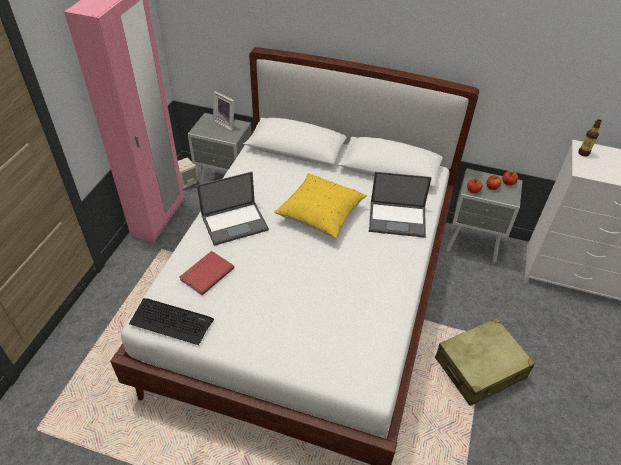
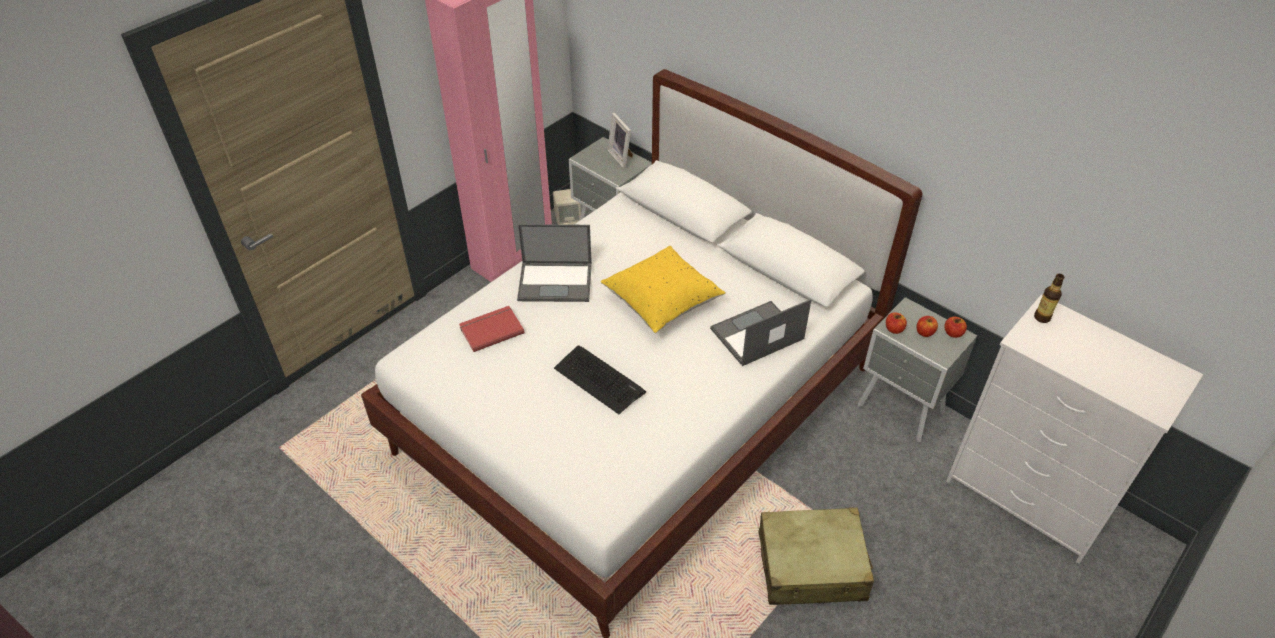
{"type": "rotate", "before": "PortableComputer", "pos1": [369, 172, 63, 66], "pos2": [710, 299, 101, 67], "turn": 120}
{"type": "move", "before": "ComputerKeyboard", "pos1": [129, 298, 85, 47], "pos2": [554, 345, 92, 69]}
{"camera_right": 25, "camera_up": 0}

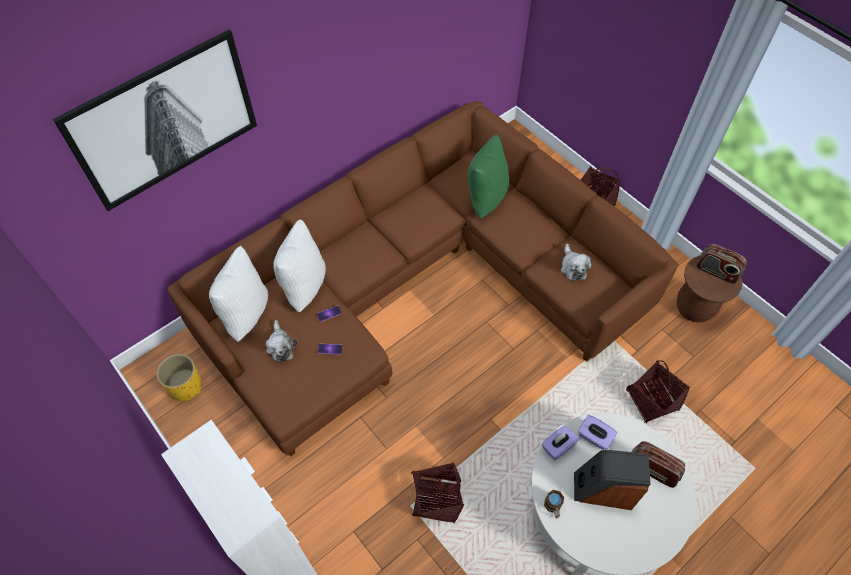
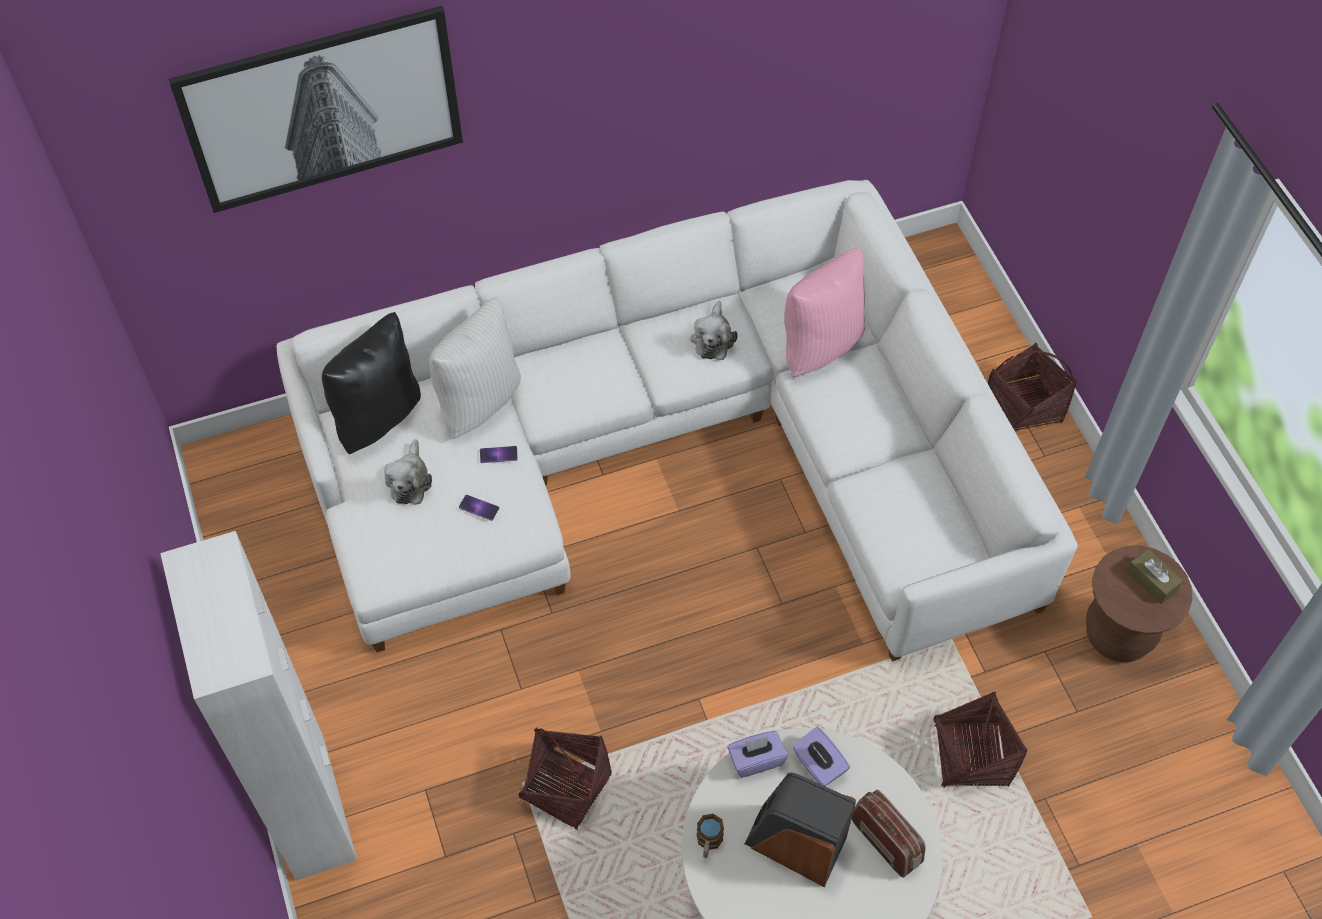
{"type": "recolor", "before": "BrownishSofa", "after": "WhitishSofa", "pos1": [167, 101, 512, 355], "pos2": [276, 180, 802, 482]}
{"type": "recolor", "before": "GreenColouredCushion", "after": "PinkCushion", "pos1": [468, 134, 41, 85], "pos2": [784, 247, 81, 130]}
{"type": "move", "before": "SoftToy", "pos1": [561, 243, 31, 38], "pos2": [690, 301, 48, 59]}
{"type": "replace", "before": "RadioReceiver", "after": "BrownishBoxOfTissues", "pos1": [696, 244, 51, 40], "pos2": [1126, 549, 57, 55]}
{"type": "recolor", "before": "WhitishCushion", "after": "BlackColouredCushion", "pos1": [209, 246, 59, 96], "pos2": [322, 312, 99, 142]}
{"type": "delete", "before": "YellowColouredPlantPot", "pos1": [156, 354, 46, 47]}
{"camera_right": 20, "camera_up": 0}

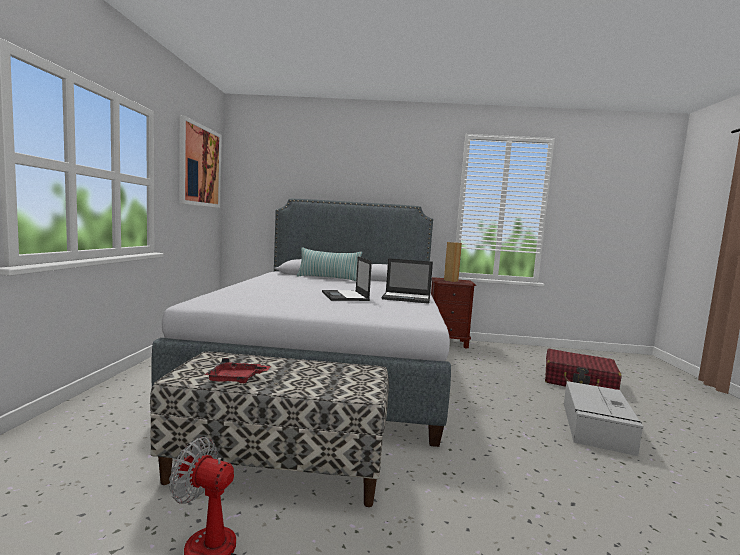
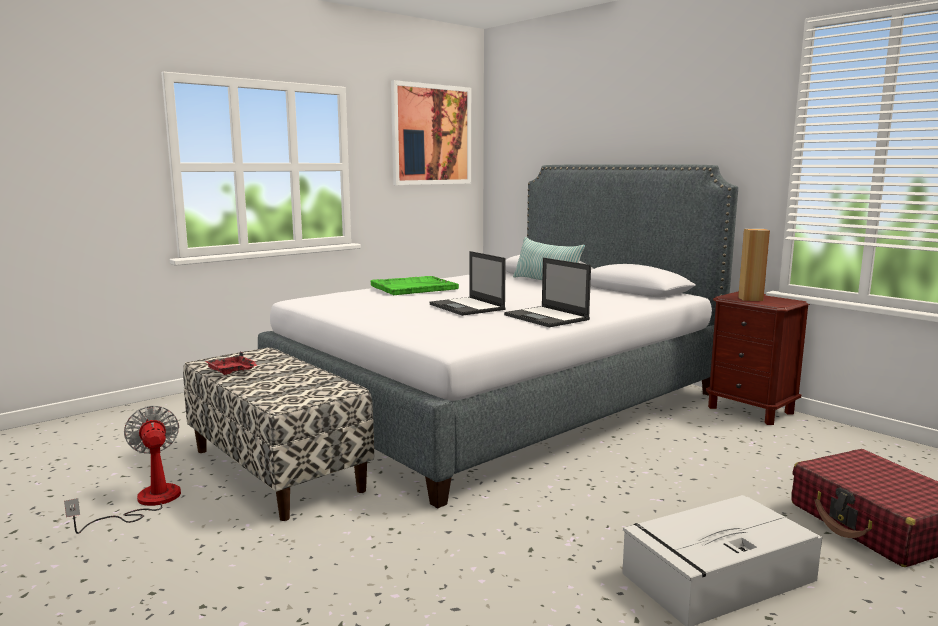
{"type": "rotate", "before": "PortableComputer", "pos1": [322, 256, 50, 45], "pos2": [430, 251, 76, 65], "turn": -60}
{"type": "insert", "after": "GreenColouredTray", "pos2": [371, 276, 88, 19]}
{"camera_right": 45, "camera_up": 5}

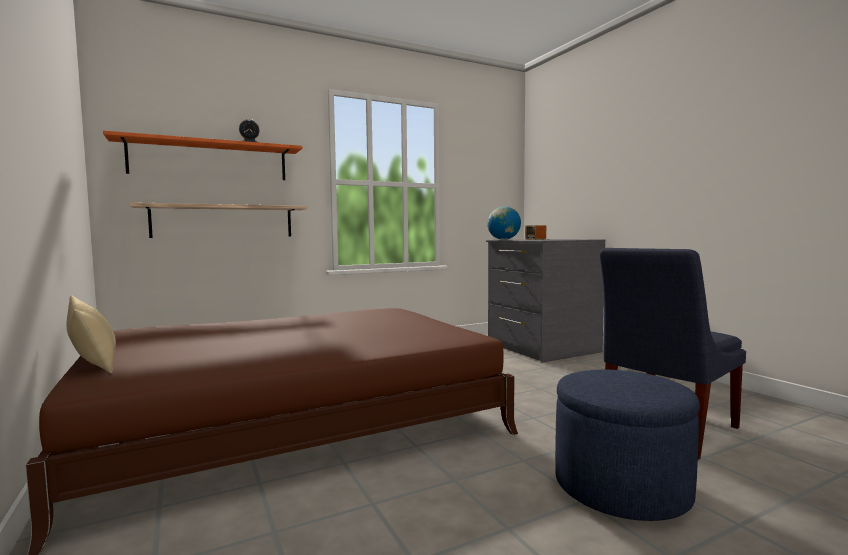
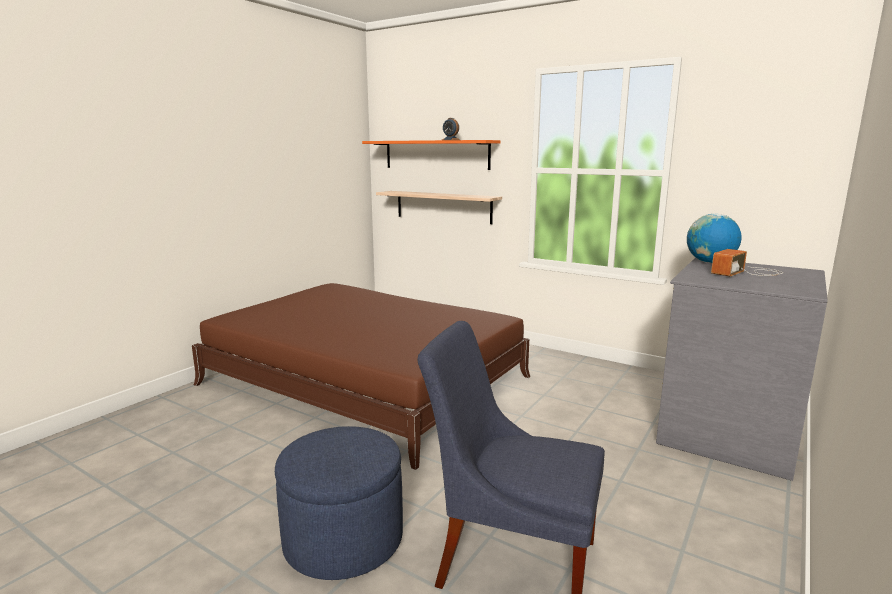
{"type": "delete", "before": "BeigeColouredCushion", "pos1": [66, 295, 50, 78]}
{"camera_right": 60, "camera_up": 10}

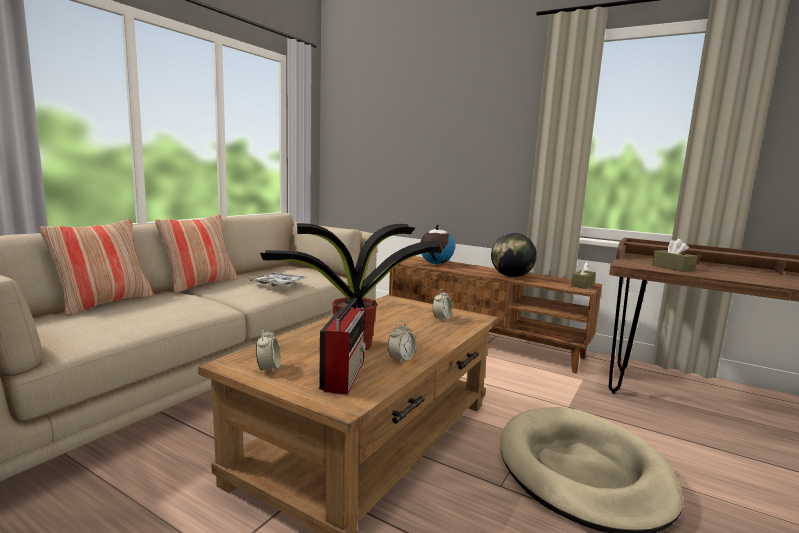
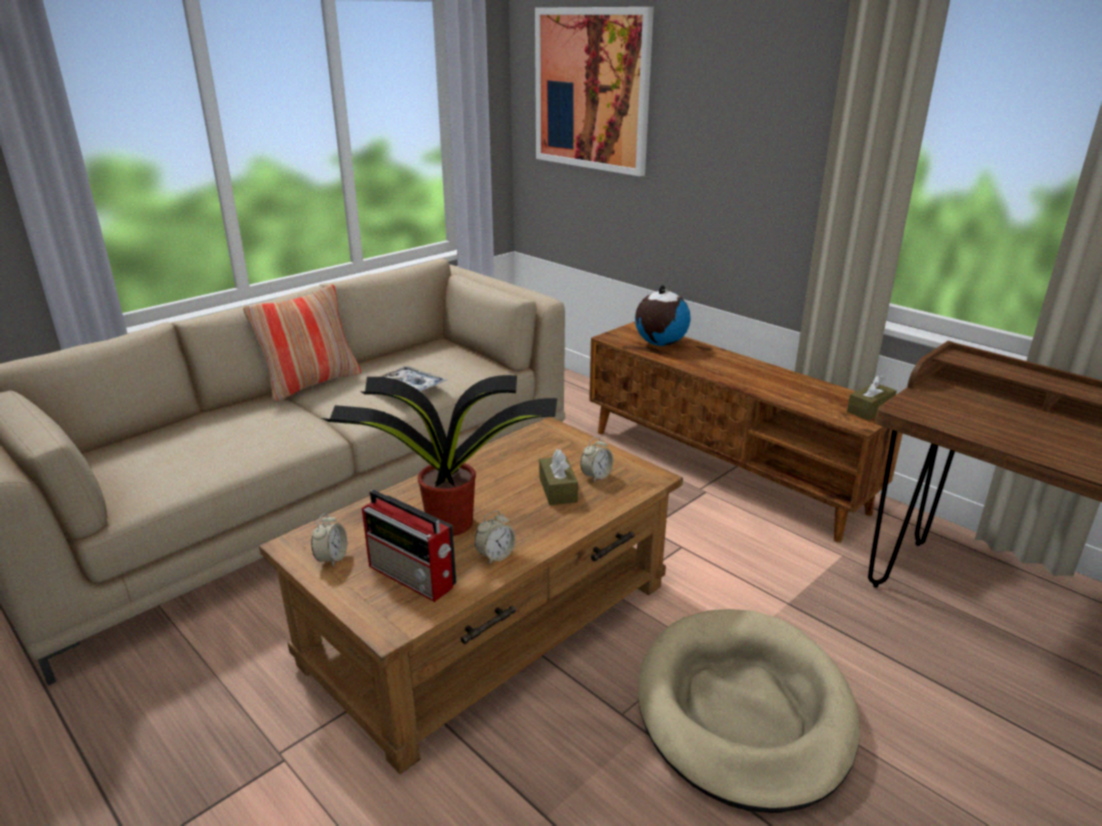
{"type": "delete", "before": "Cushion", "pos1": [40, 219, 113, 97]}
{"type": "delete", "before": "Globe", "pos1": [491, 233, 46, 44]}
{"type": "move", "before": "BrownishBoxOfTissues", "pos1": [652, 239, 46, 33], "pos2": [539, 449, 39, 56]}
{"type": "rotate", "before": "RadioReceiver", "pos1": [319, 298, 47, 96], "pos2": [362, 490, 94, 112], "turn": 105}
{"type": "insert", "after": "Picture", "pos2": [535, 7, 119, 169]}
{"camera_right": 15, "camera_up": 15}

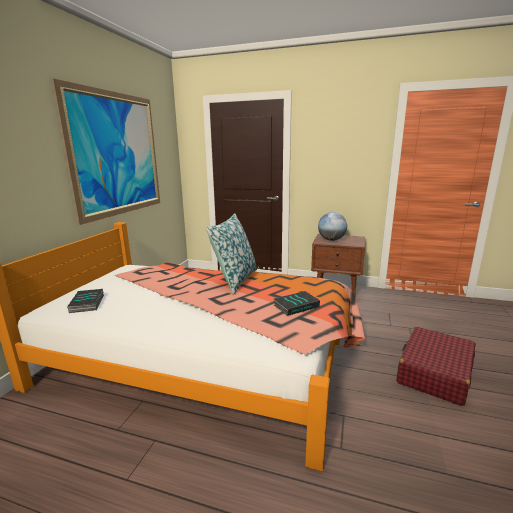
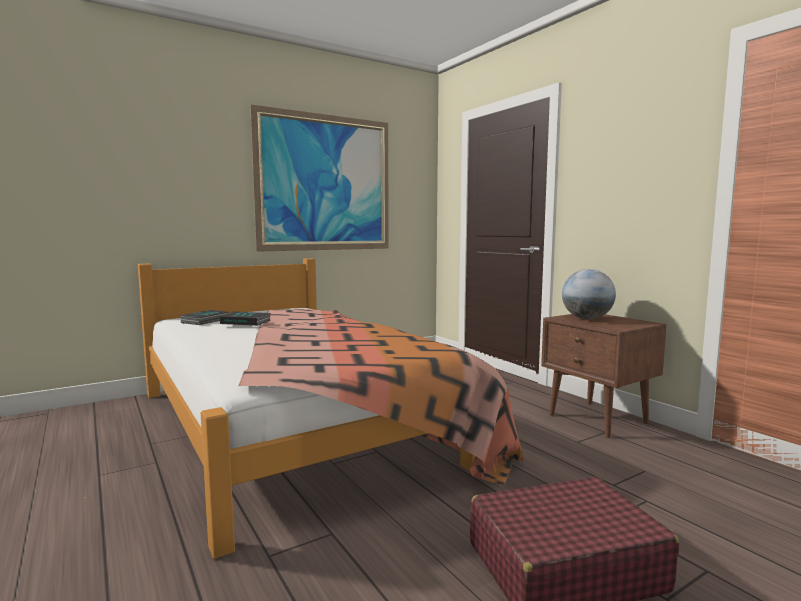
{"type": "delete", "before": "Cushion", "pos1": [206, 214, 51, 81]}
{"type": "move", "before": "Volume", "pos1": [274, 291, 46, 25], "pos2": [220, 312, 51, 14]}
{"camera_right": 40, "camera_up": -10}

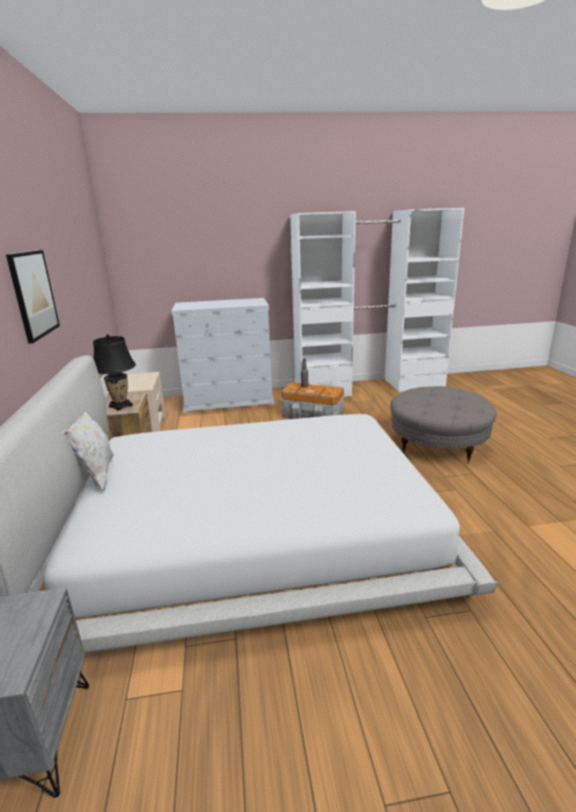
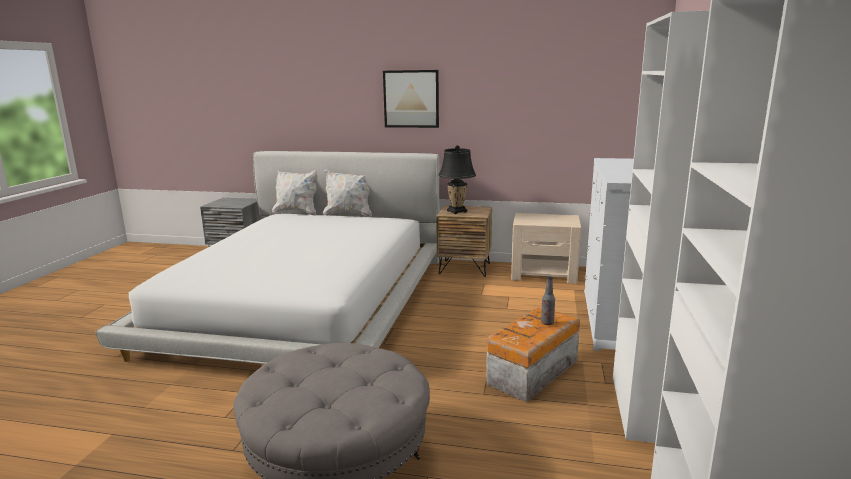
{"type": "insert", "after": "WhitishCushion", "pos2": [272, 170, 45, 46]}
{"camera_right": 110, "camera_up": -5}

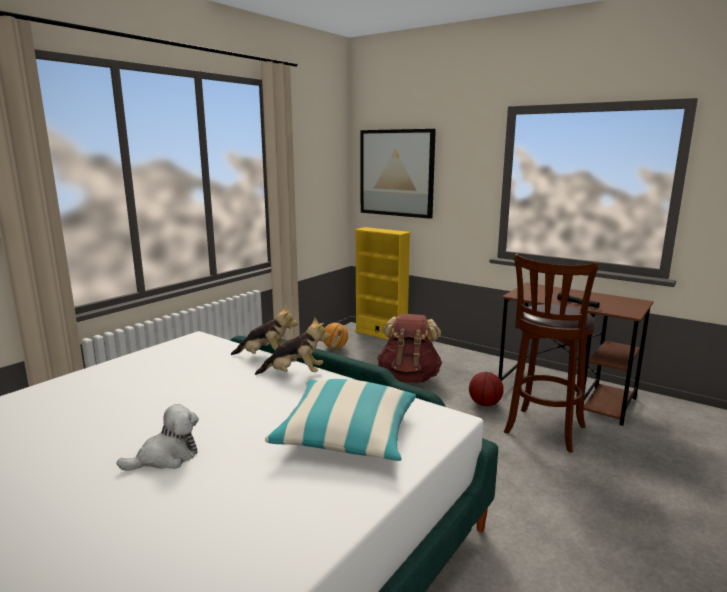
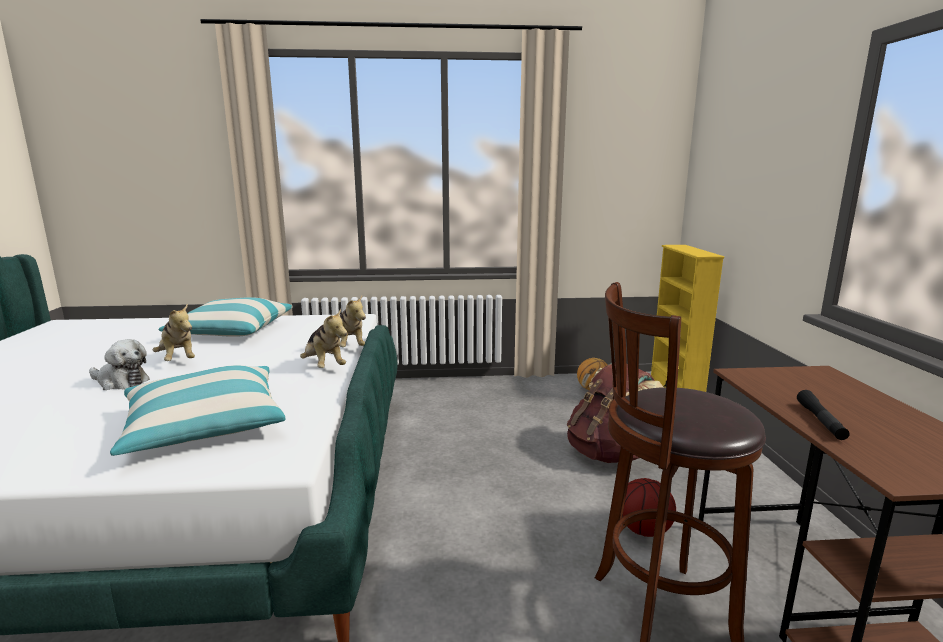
{"type": "delete", "before": "Picture", "pos1": [361, 129, 75, 90]}
{"type": "insert", "after": "Cushion", "pos2": [159, 297, 134, 40]}
{"type": "insert", "after": "SoftToy", "pos2": [153, 304, 42, 57]}
{"camera_right": 50, "camera_up": 0}

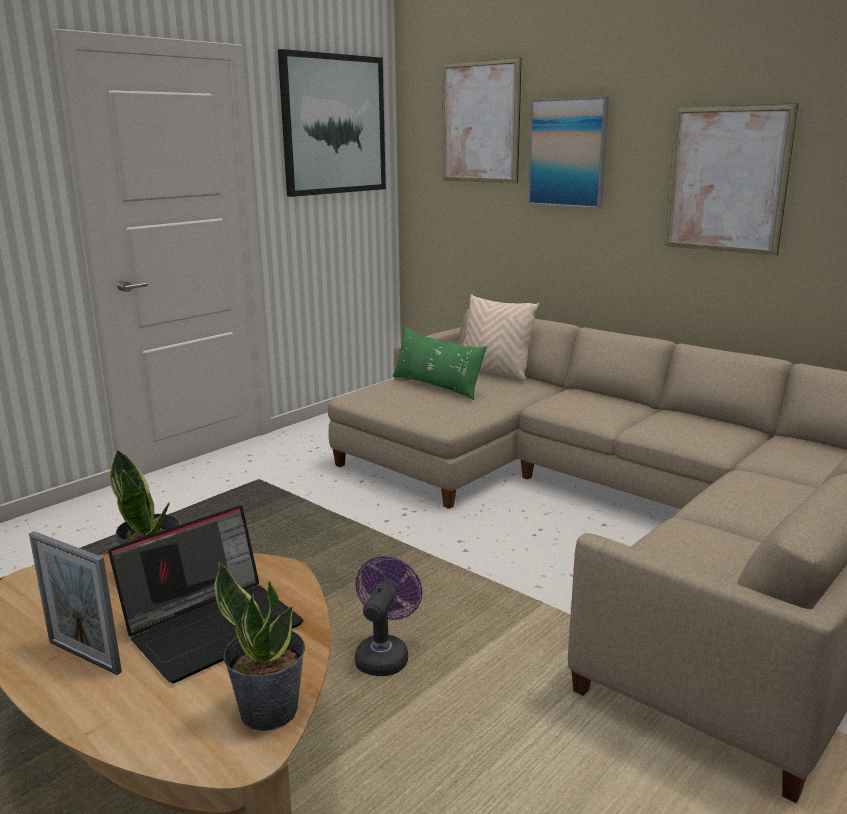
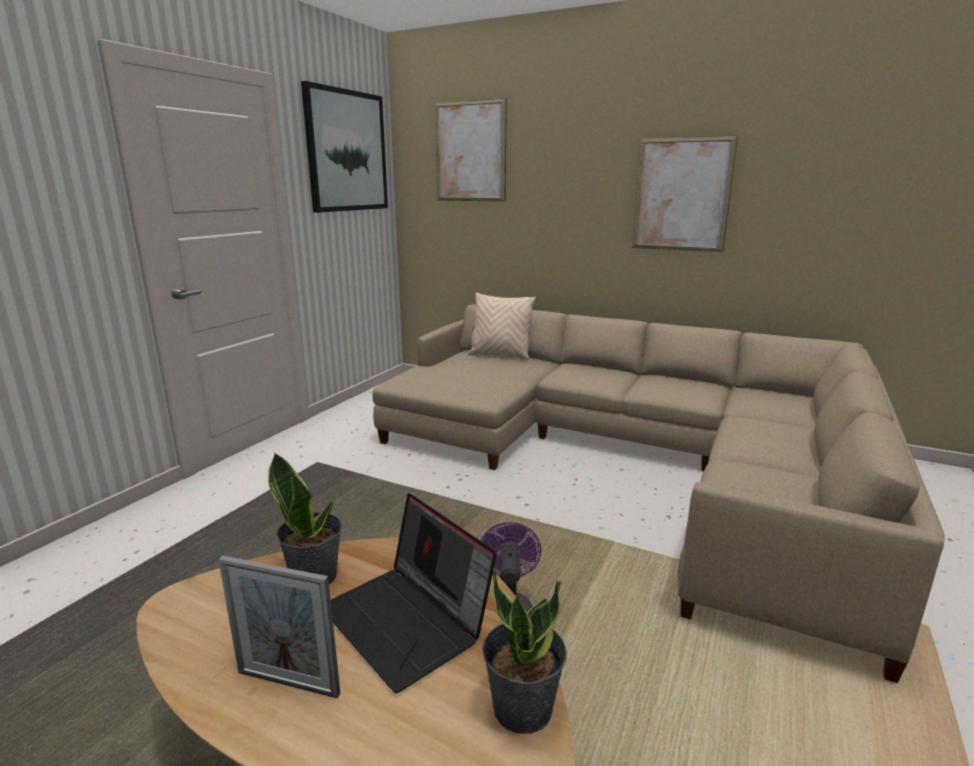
{"type": "delete", "before": "Picture", "pos1": [528, 96, 81, 113]}
{"type": "delete", "before": "GreenColouredCushion", "pos1": [392, 327, 95, 73]}
{"type": "rotate", "before": "PortableComputer", "pos1": [108, 505, 196, 178], "pos2": [331, 493, 166, 200], "turn": 105}
{"camera_right": -15, "camera_up": 0}

